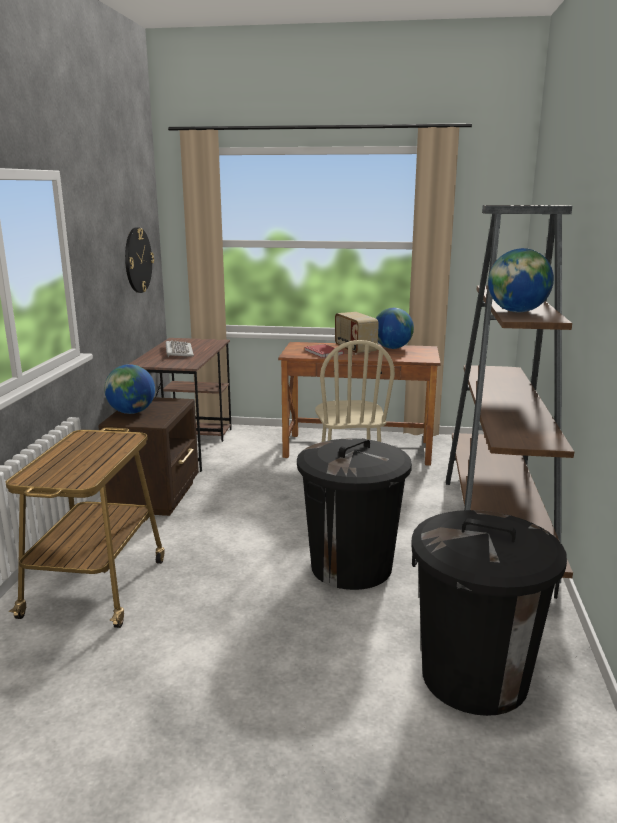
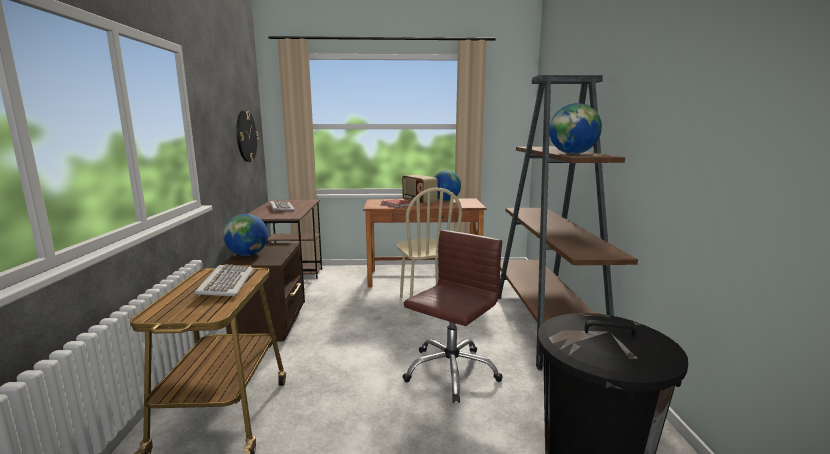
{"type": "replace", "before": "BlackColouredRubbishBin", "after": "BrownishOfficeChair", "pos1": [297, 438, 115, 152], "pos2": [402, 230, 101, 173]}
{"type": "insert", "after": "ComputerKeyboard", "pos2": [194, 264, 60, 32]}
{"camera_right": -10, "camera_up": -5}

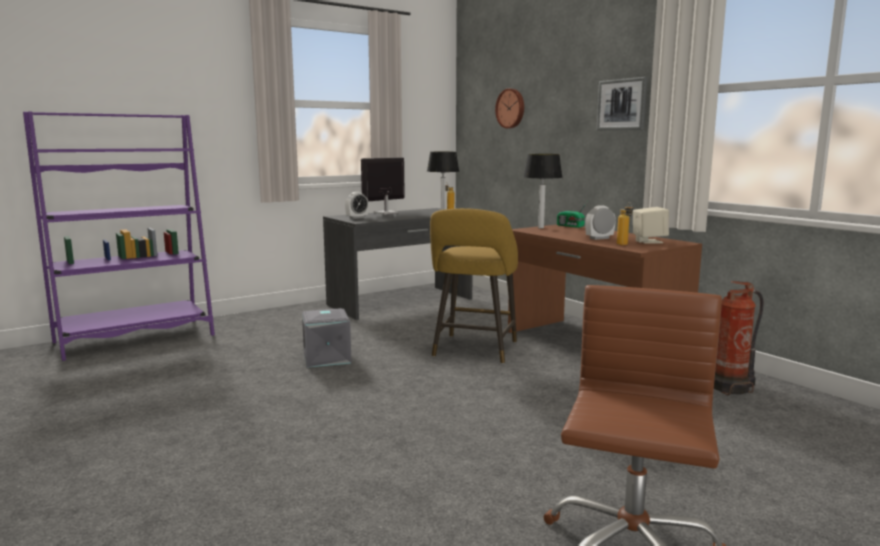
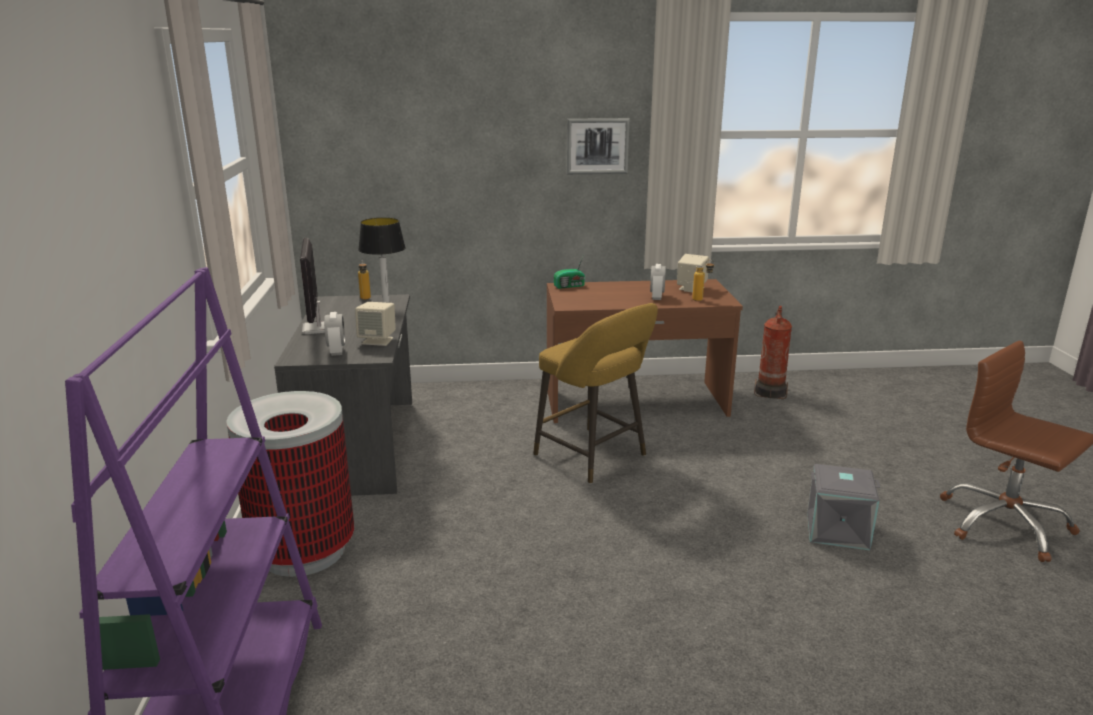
{"type": "delete", "before": "WallClock", "pos1": [495, 89, 29, 39]}
{"type": "delete", "before": "LampForATable", "pos1": [523, 154, 40, 75]}
{"type": "move", "before": "GreyStorageBox", "pos1": [302, 308, 50, 60], "pos2": [807, 464, 74, 86]}
{"type": "insert", "after": "BeigeColouredSpeaker", "pos2": [355, 302, 41, 44]}
{"type": "insert", "after": "RubbishBin", "pos2": [226, 391, 128, 186]}
{"camera_right": -60, "camera_up": 10}

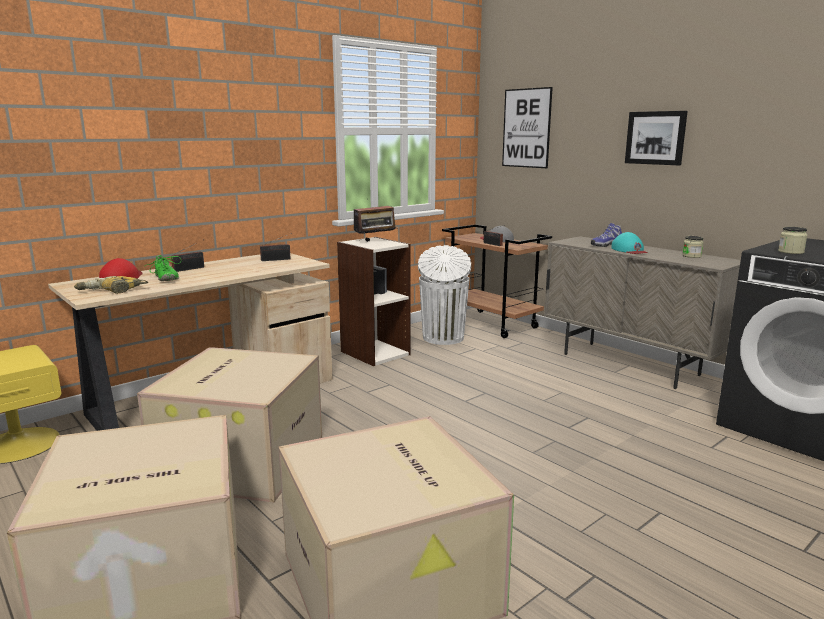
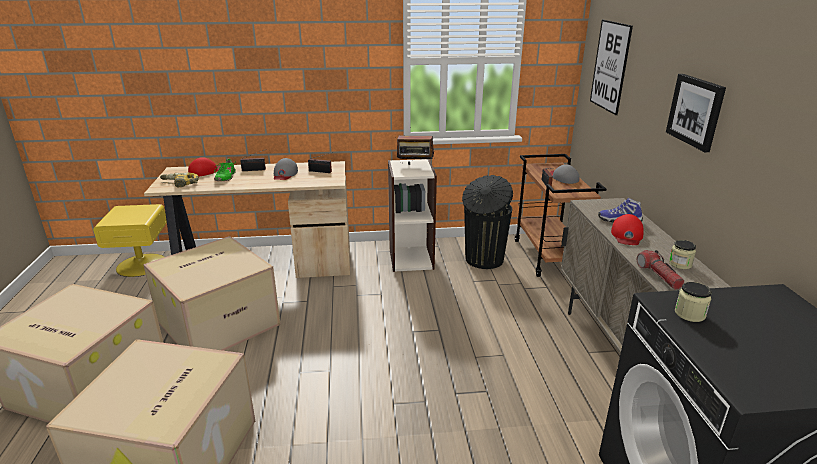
{"type": "recolor", "before": "TurquoiseBaseballCap", "after": "RedColouredBaseballCap", "pos1": [611, 232, 37, 22], "pos2": [611, 214, 33, 31]}
{"type": "recolor", "before": "WhitishRubbishBin", "after": "BlackColouredRubbishBin", "pos1": [418, 245, 53, 100], "pos2": [462, 175, 51, 94]}
{"type": "insert", "after": "GreyBaseballCap", "pos2": [274, 158, 24, 22]}
{"type": "insert", "after": "Flashlight", "pos2": [637, 250, 47, 40]}
{"camera_right": 35, "camera_up": 10}

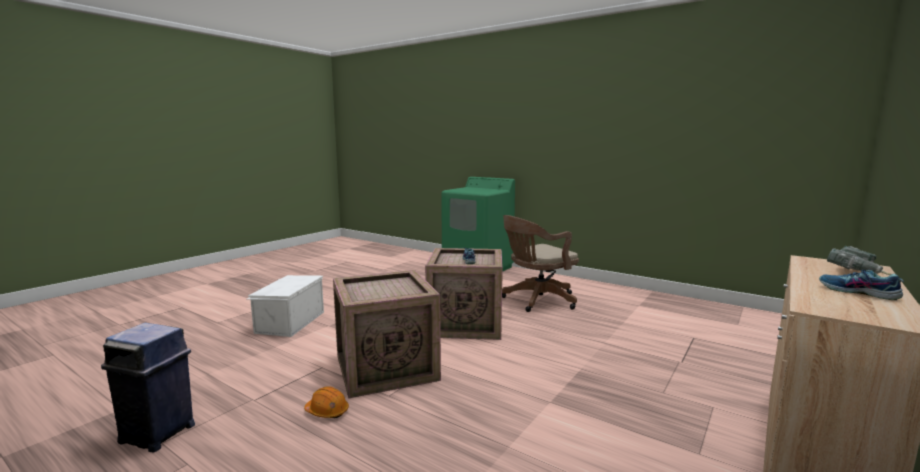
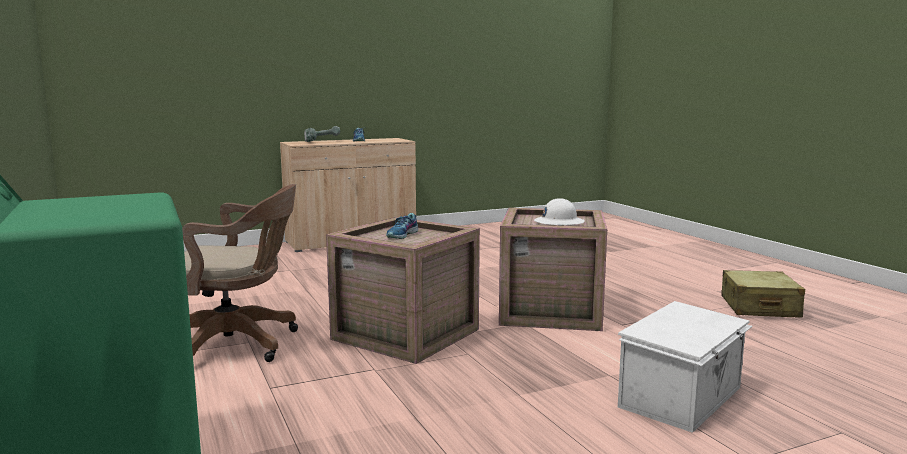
{"type": "replace", "before": "BlueRubbishBin", "after": "BeigeColouredTravelCase", "pos1": [101, 323, 94, 130], "pos2": [721, 270, 84, 48]}
{"type": "delete", "before": "OrangeColouredSafetyHelmet", "pos1": [304, 386, 45, 32]}
{"type": "insert", "after": "WhitishSafetyHelmet", "pos2": [534, 198, 51, 28]}
{"camera_right": -150, "camera_up": 0}

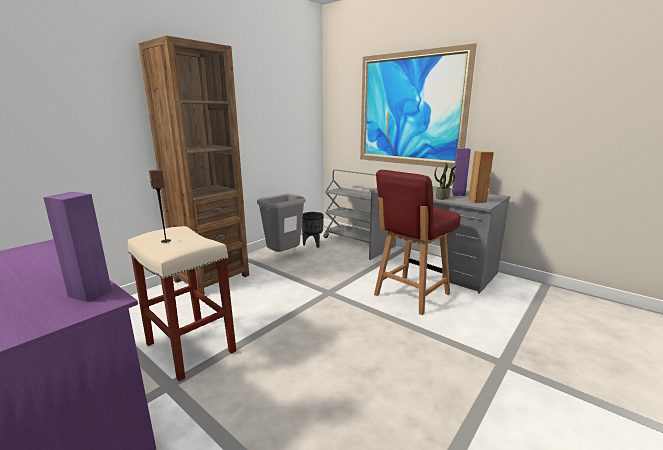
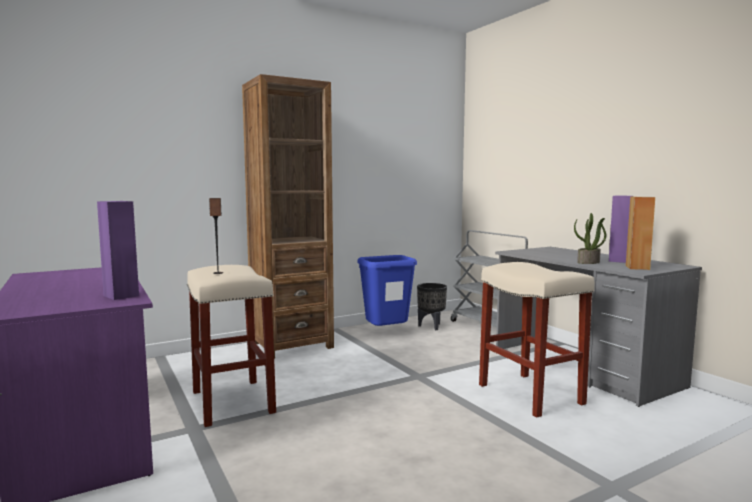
{"type": "delete", "before": "Picture", "pos1": [360, 43, 117, 125]}
{"type": "replace", "before": "RedColouredPlainChair", "after": "BeigeColouredStool", "pos1": [374, 170, 87, 145], "pos2": [479, 262, 116, 156]}
{"type": "recolor", "before": "GreyRubbishBin", "after": "BlueRubbishBin", "pos1": [257, 193, 49, 59], "pos2": [357, 255, 60, 71]}
{"camera_right": 20, "camera_up": -10}

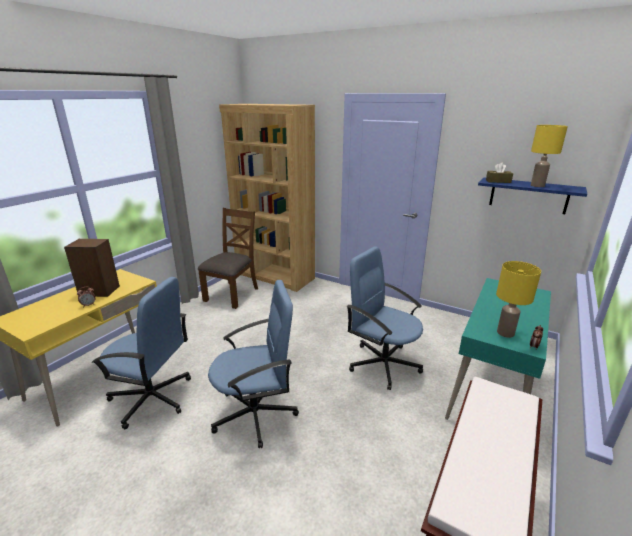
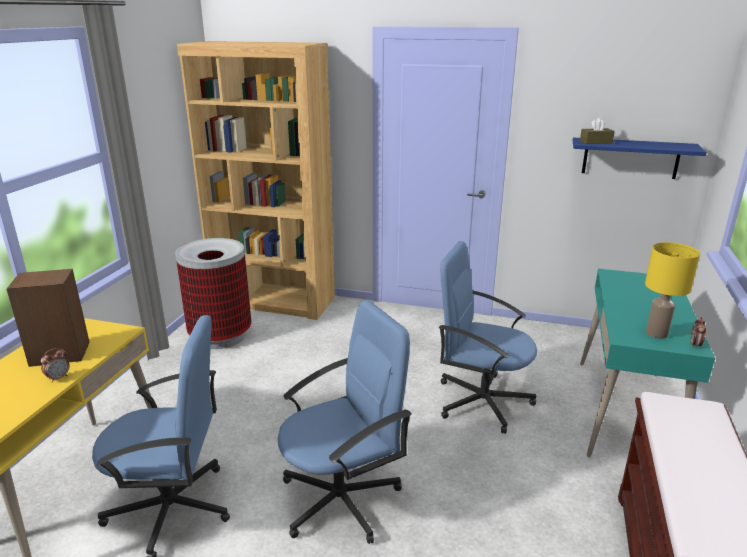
{"type": "delete", "before": "YellowColouredLampForATable", "pos1": [531, 125, 37, 62]}
{"type": "replace", "before": "BrownishPlainChair", "after": "RubbishBin", "pos1": [198, 208, 60, 101], "pos2": [175, 238, 76, 111]}
{"camera_right": -15, "camera_up": 0}

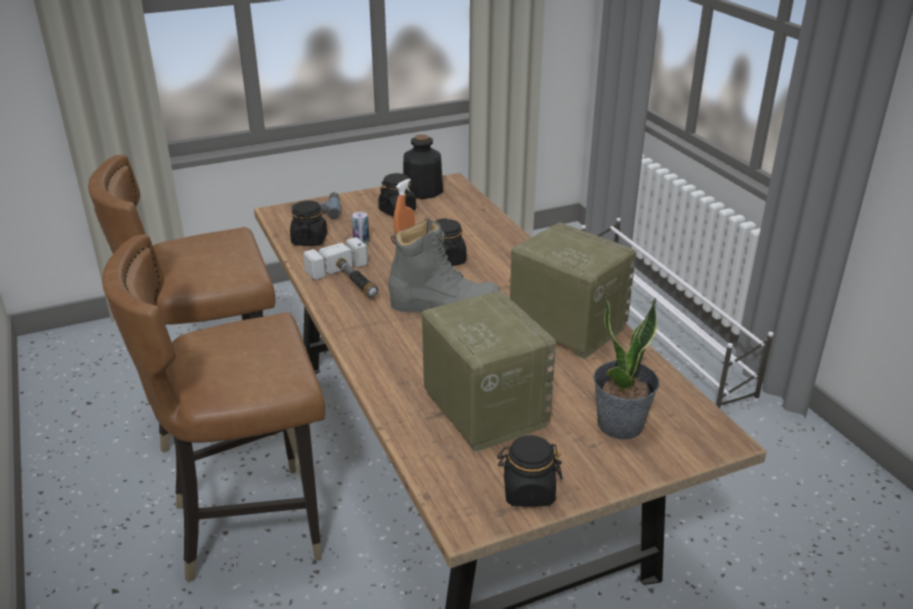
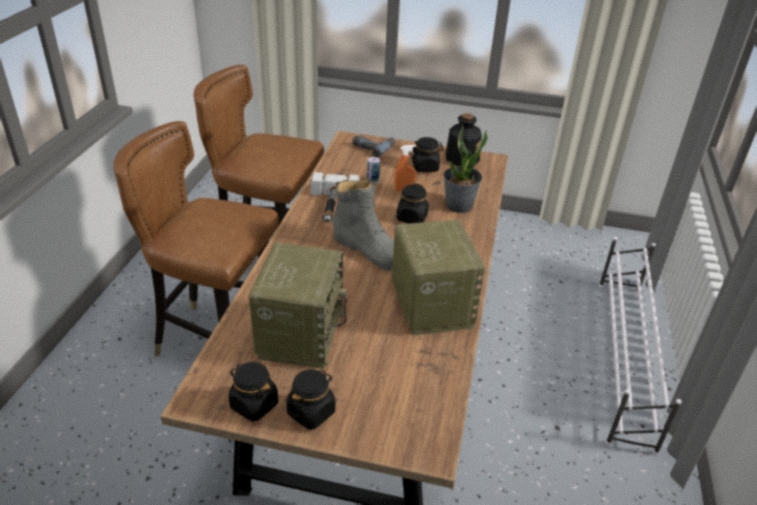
{"type": "move", "before": "BlackColouredPreserveJar", "pos1": [290, 201, 37, 45], "pos2": [286, 369, 49, 60]}
{"type": "move", "before": "PlantInAPot", "pos1": [593, 297, 66, 142], "pos2": [444, 124, 44, 89]}
{"camera_right": 35, "camera_up": 5}

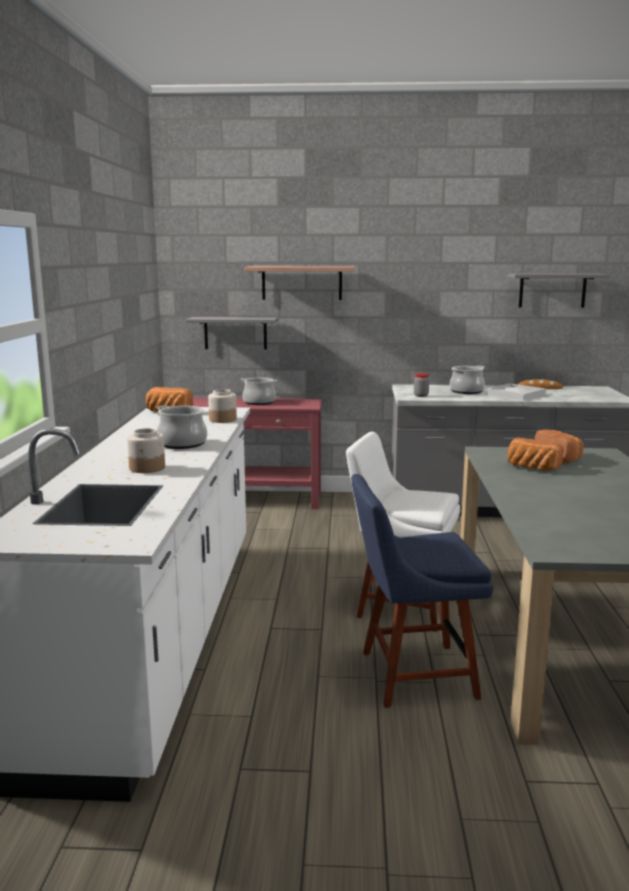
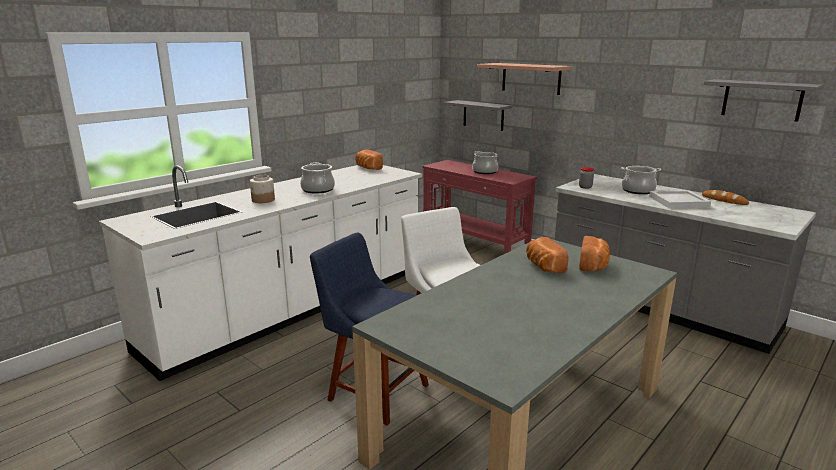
{"type": "delete", "before": "PreserveJar", "pos1": [208, 389, 29, 34]}
{"camera_right": 40, "camera_up": 5}

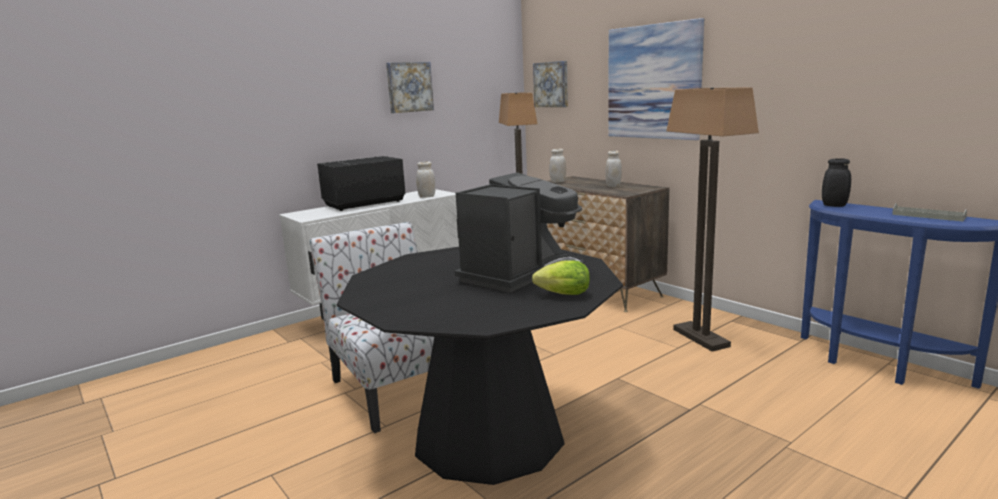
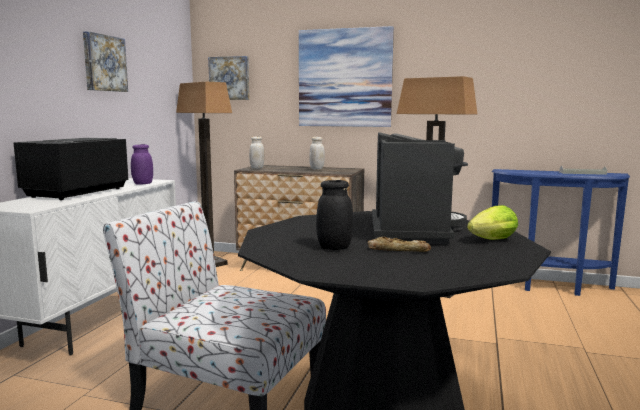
{"type": "move", "before": "BlackColouredPreserveJar", "pos1": [822, 158, 29, 49], "pos2": [316, 180, 37, 70]}
{"type": "recolor", "before": "WhitishPreserveJar", "after": "PurplishPreserveJar", "pos1": [416, 161, 19, 36], "pos2": [131, 144, 22, 41]}
{"type": "insert", "after": "BakedBread", "pos2": [368, 237, 63, 15]}
{"camera_right": -35, "camera_up": -5}

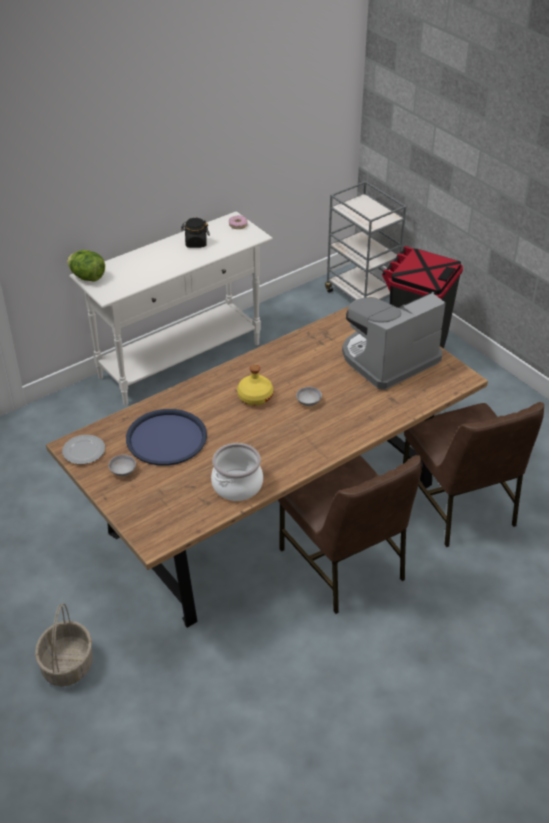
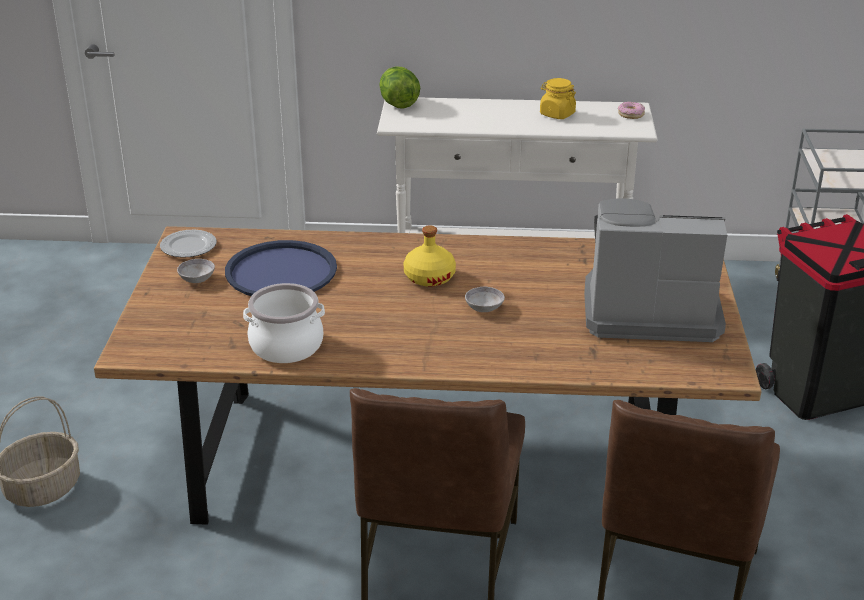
{"type": "recolor", "before": "BlackColouredPreserveJar", "after": "YellowColouredPreserveJar", "pos1": [181, 218, 28, 30], "pos2": [540, 78, 36, 41]}
{"camera_right": 40, "camera_up": -10}

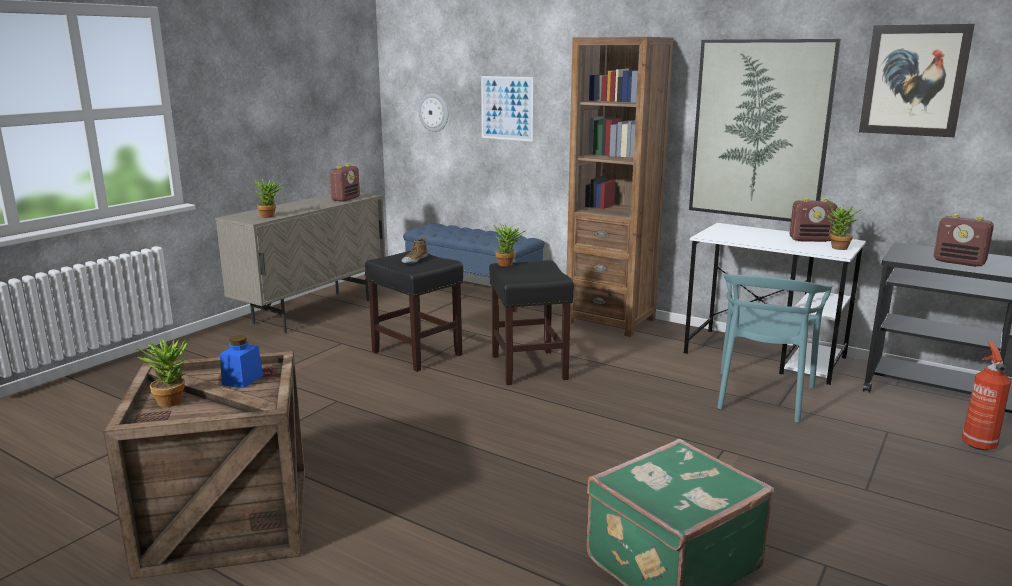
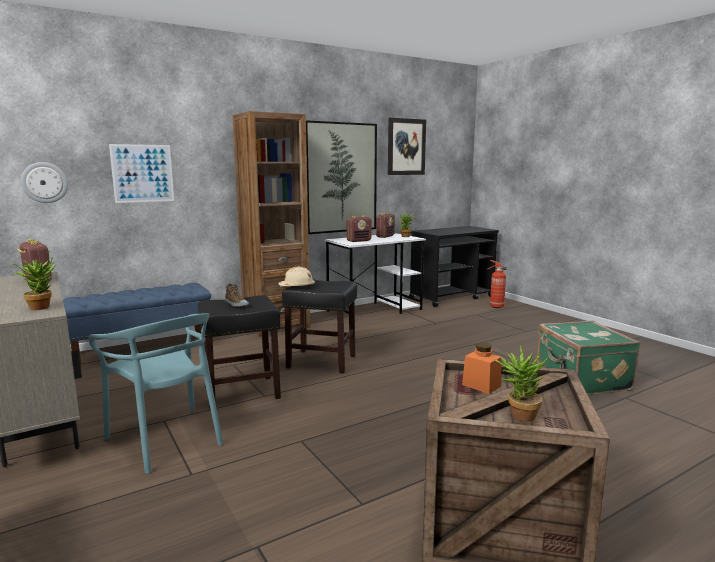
{"type": "move", "before": "RadioReceiver", "pos1": [934, 214, 60, 53], "pos2": [347, 215, 25, 27]}
{"type": "replace", "before": "PlantInAPot", "after": "BeigeColouredSafetyHelmet", "pos1": [494, 223, 31, 44], "pos2": [279, 267, 36, 20]}
{"type": "move", "before": "TurquoisePlainChair", "pos1": [717, 274, 115, 149], "pos2": [88, 313, 135, 161]}
{"type": "recolor", "before": "BluePreserveJar", "after": "OrangeColouredPreserveJar", "pos1": [220, 336, 43, 52], "pos2": [462, 343, 40, 51]}
{"camera_right": -65, "camera_up": -5}

